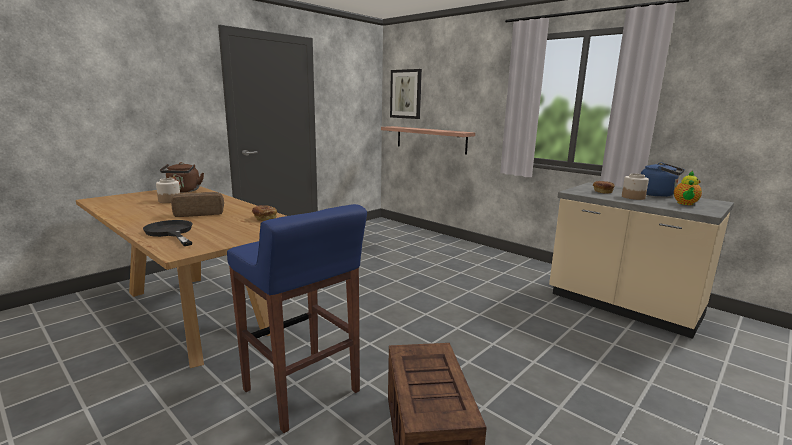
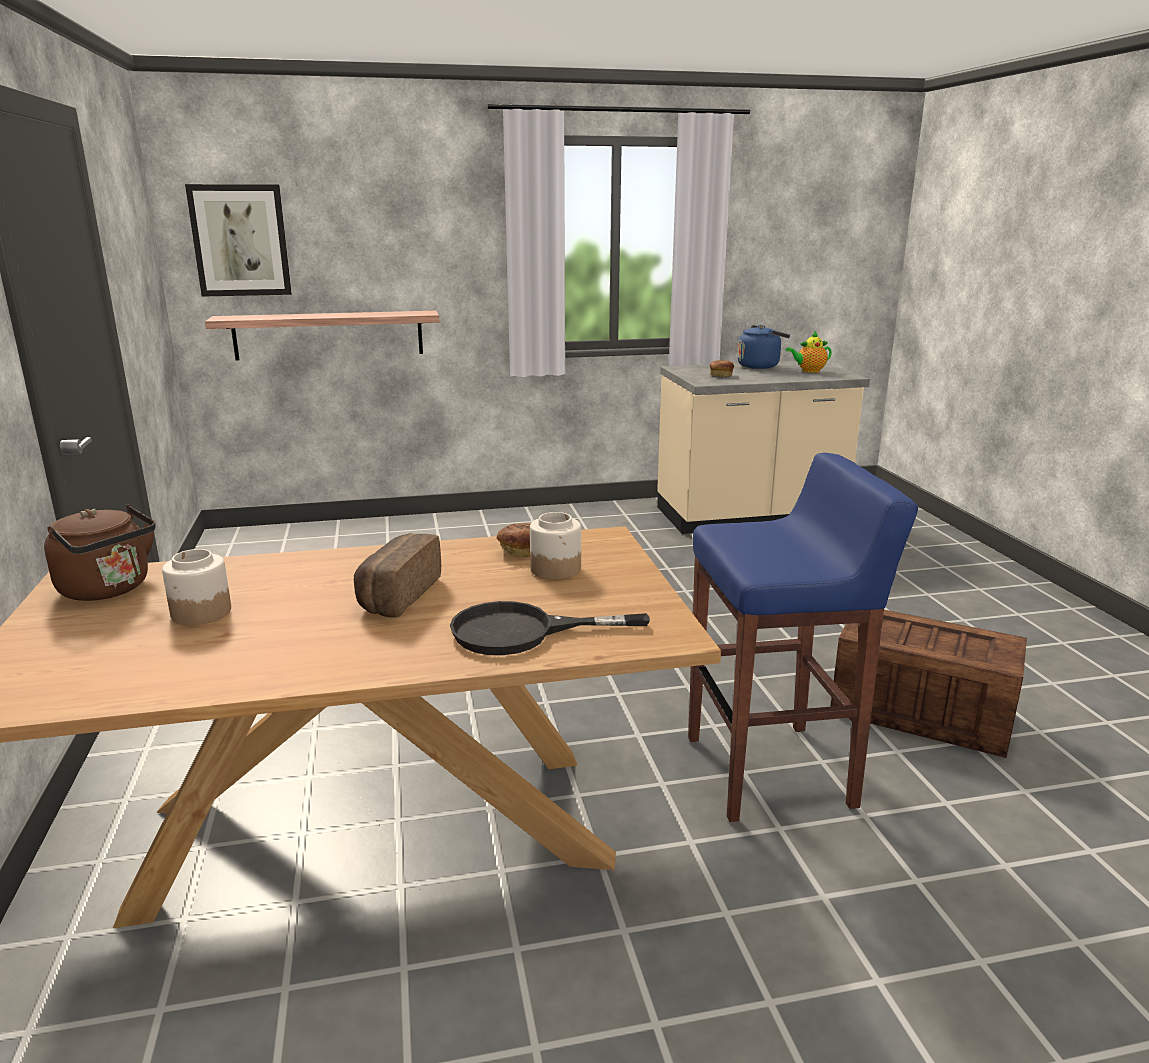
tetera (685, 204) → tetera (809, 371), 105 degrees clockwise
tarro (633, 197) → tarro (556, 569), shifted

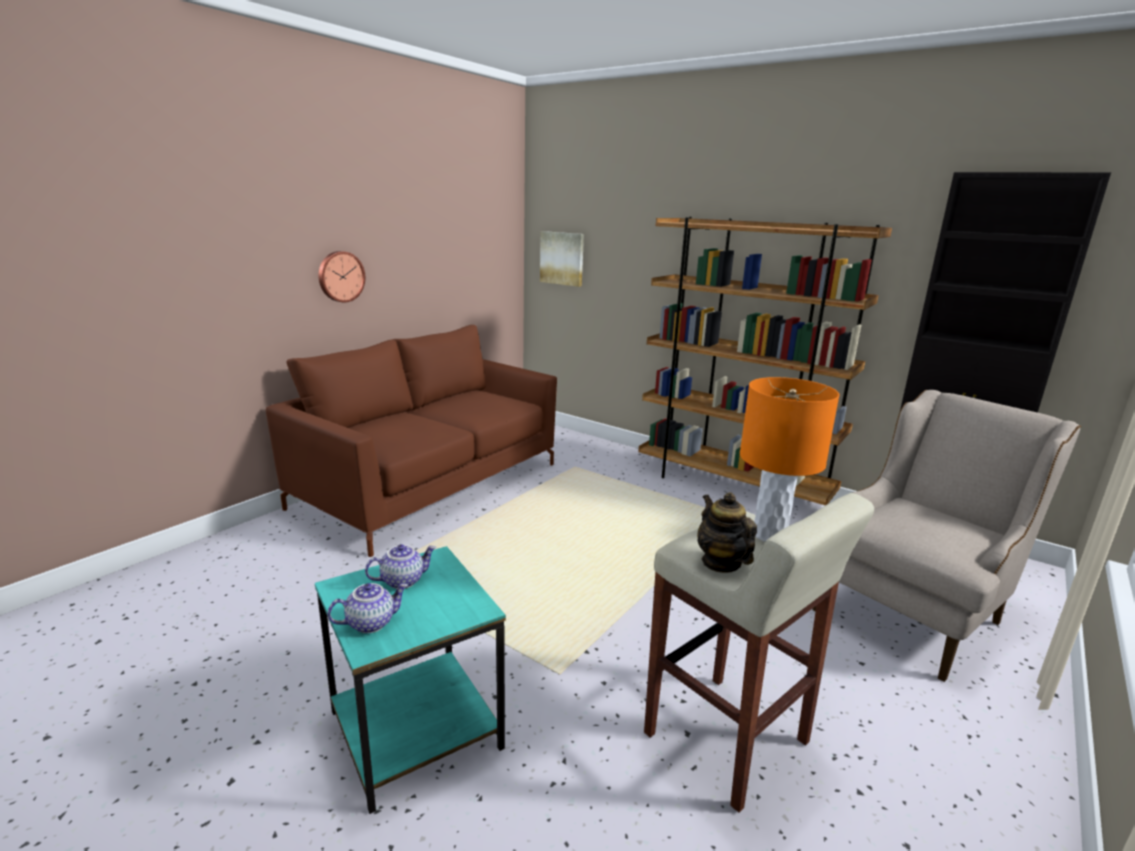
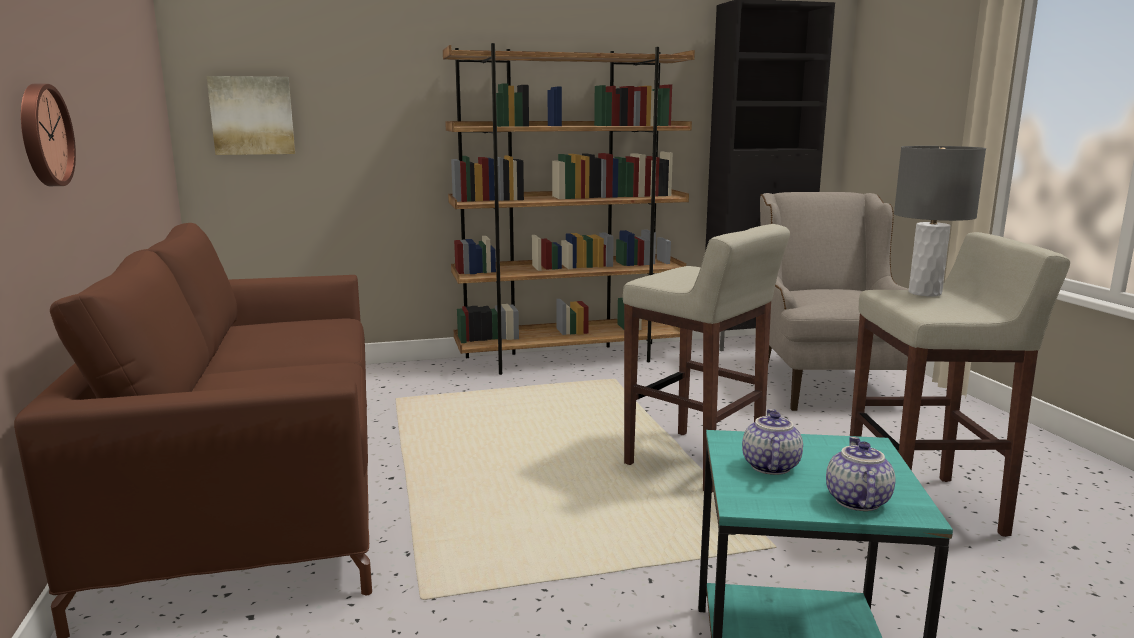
lámpara de mesa/naranja (769, 535) → lámpara de mesa/gris (924, 293)
tetera (721, 563) → -
- → taburete/beis (696, 462)

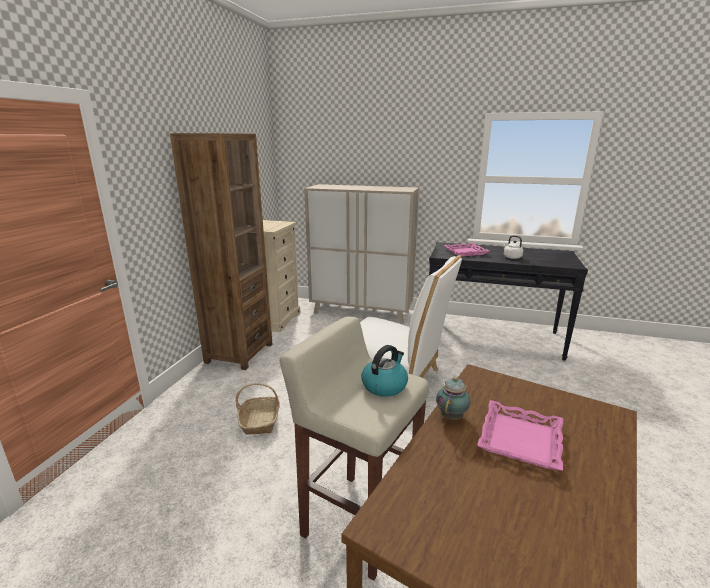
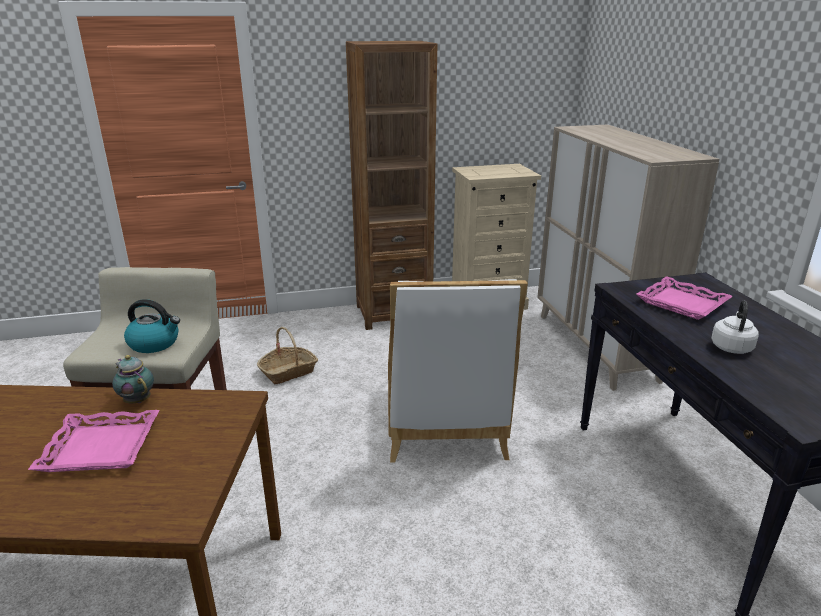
tetera (452, 416) → tetera (137, 400), 135 degrees counterclockwise

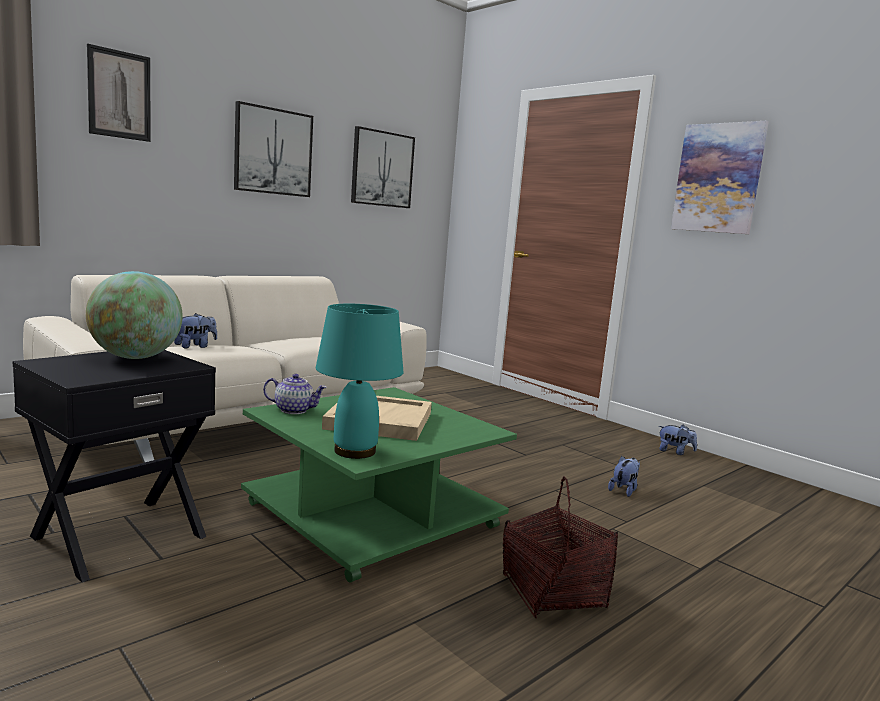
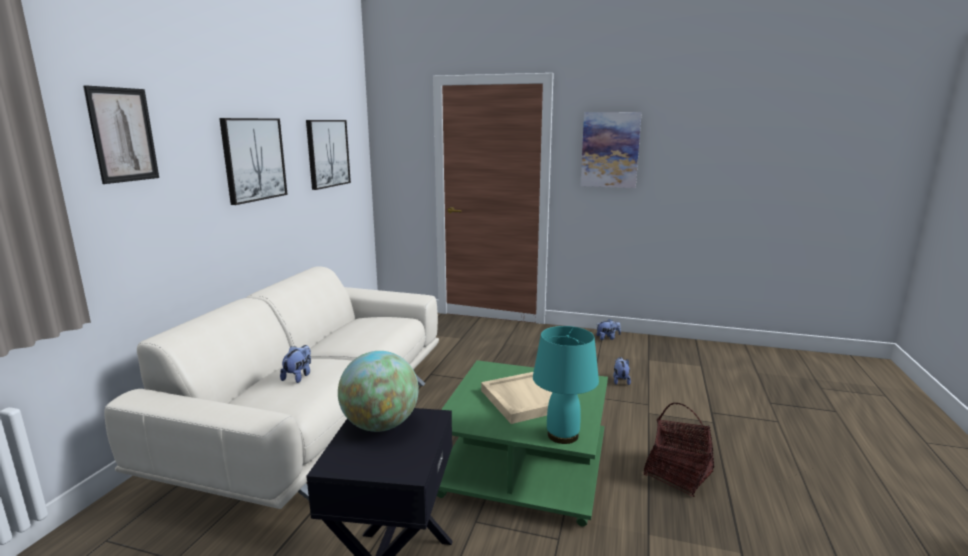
tetera (294, 410) → -

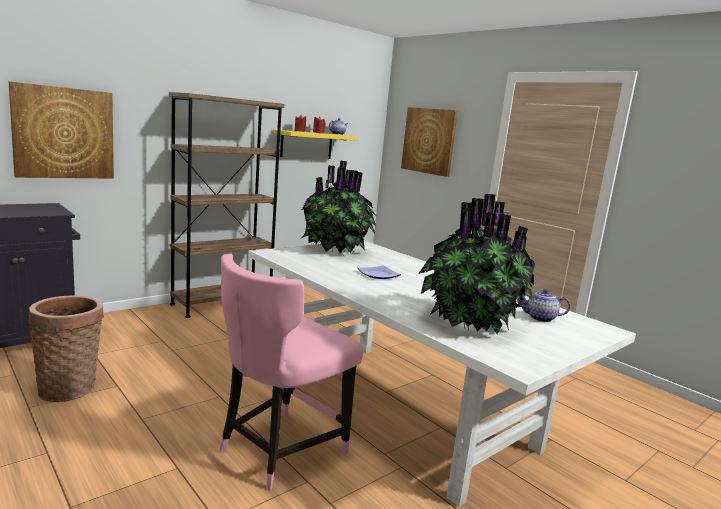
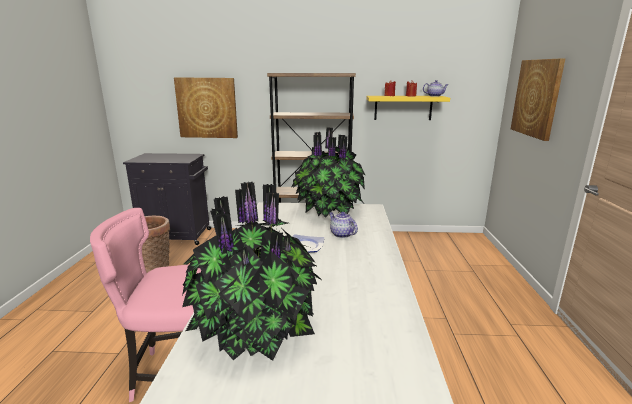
tetera (540, 318) → tetera (341, 234), shifted

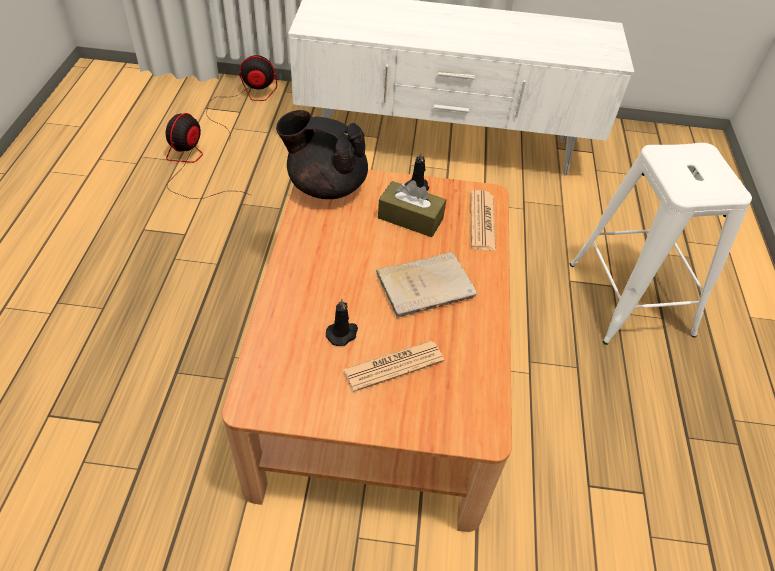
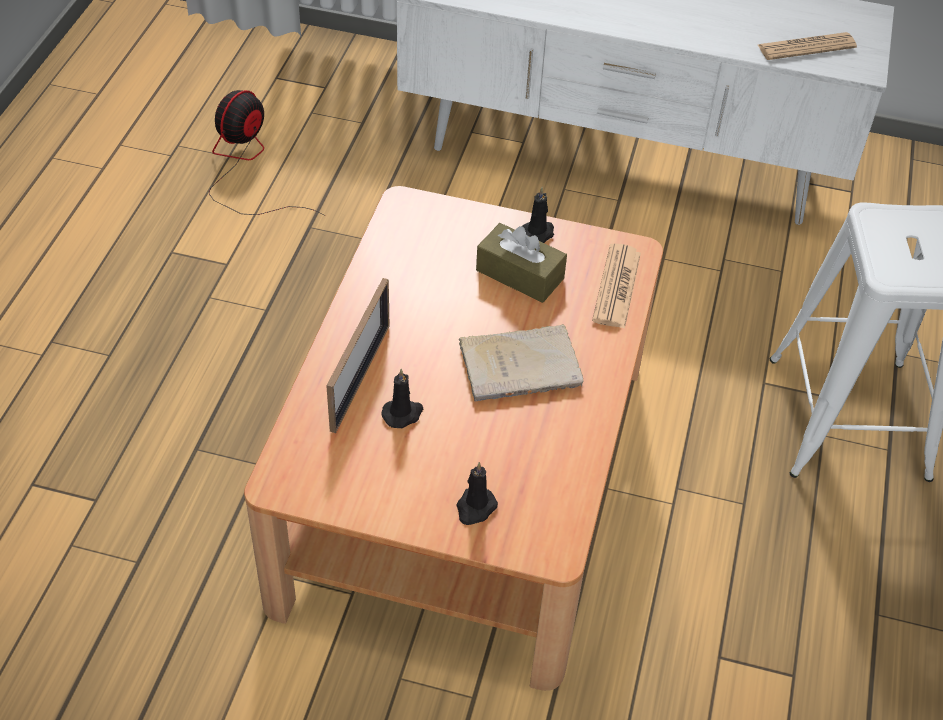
ventilador (245, 101) → -
tetera/negro (325, 185) → -
periódico (393, 366) → periódico (806, 47), shifted
- → portarretratos (360, 377)
- → vela/negro (475, 508)

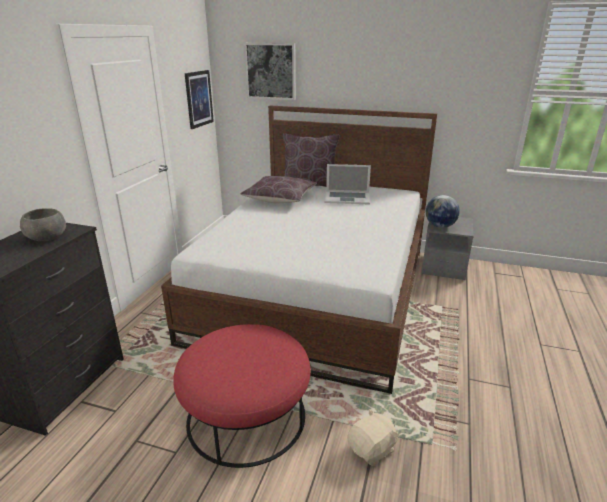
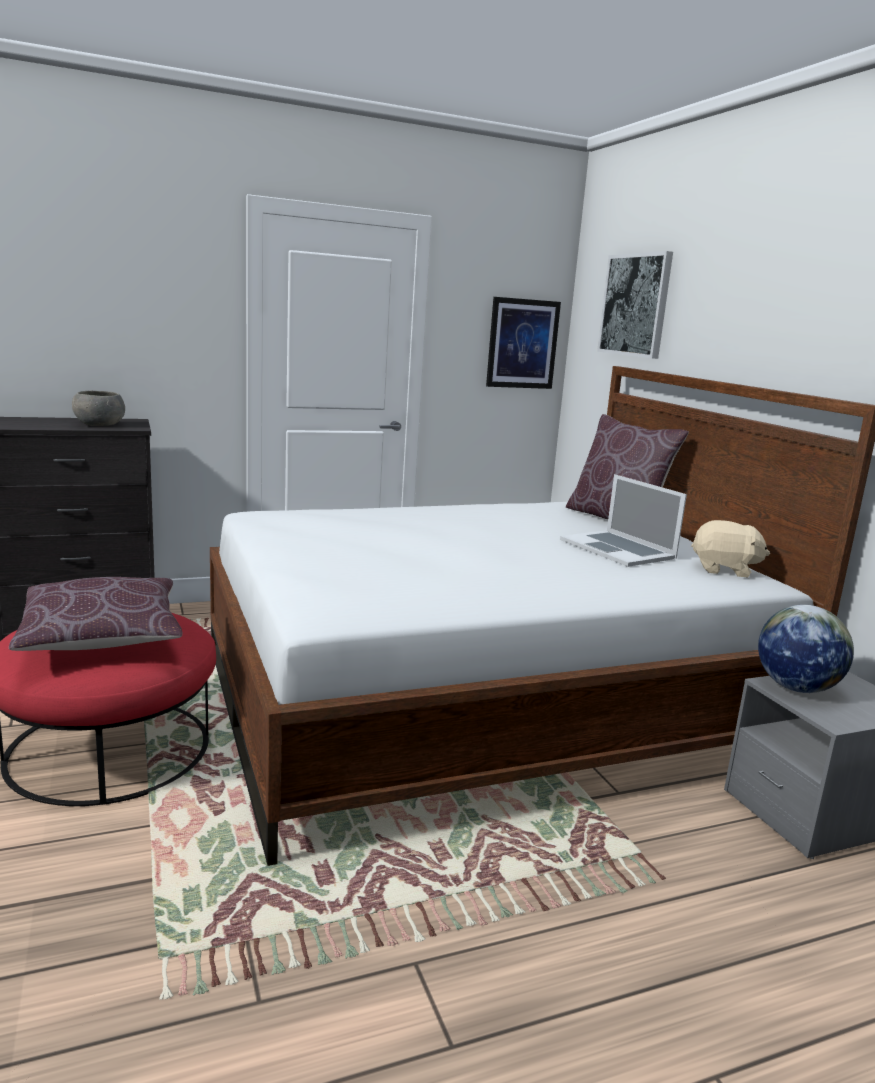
cojín/marrón (280, 198) → cojín/marrón (102, 636), shifted
peluche/beis (372, 449) → peluche/beis (724, 570), shifted

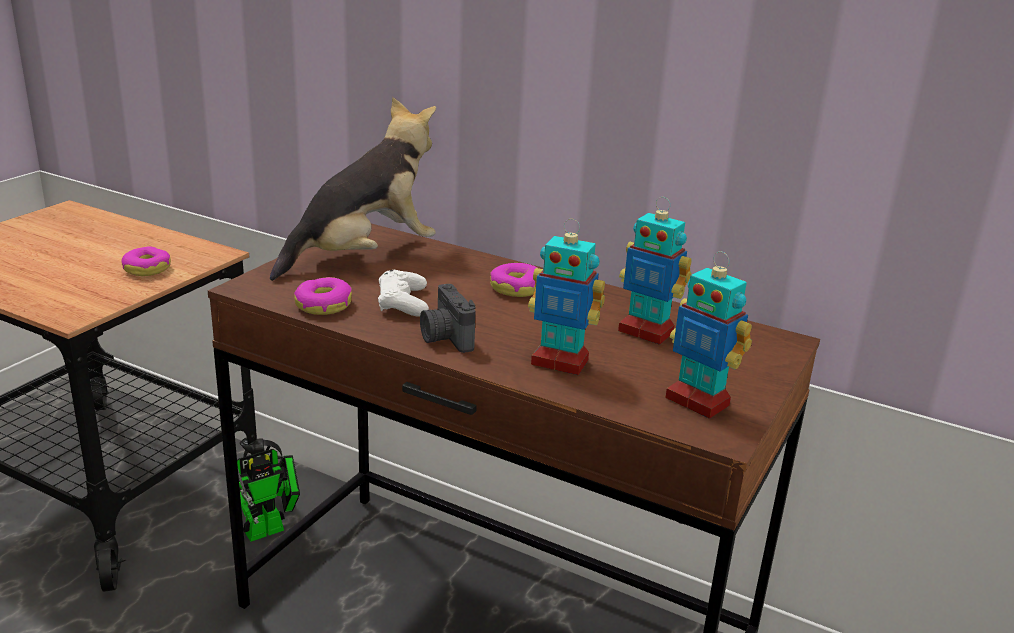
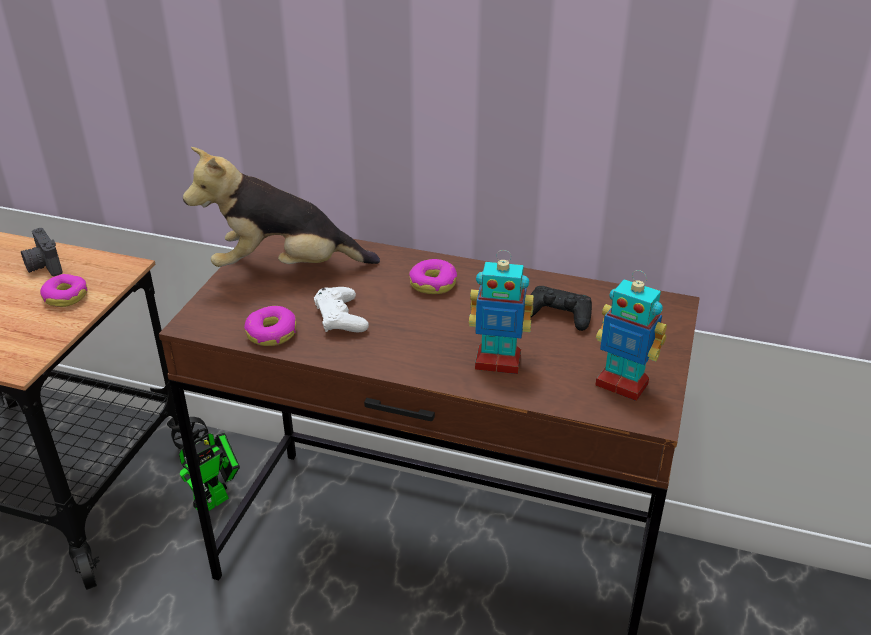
peluche (364, 256) → peluche (284, 268), 135 degrees counterclockwise
robot de juguete (646, 332) → mando de consola/negro (558, 315)
cámara (445, 338) → cámara (43, 266), shifted

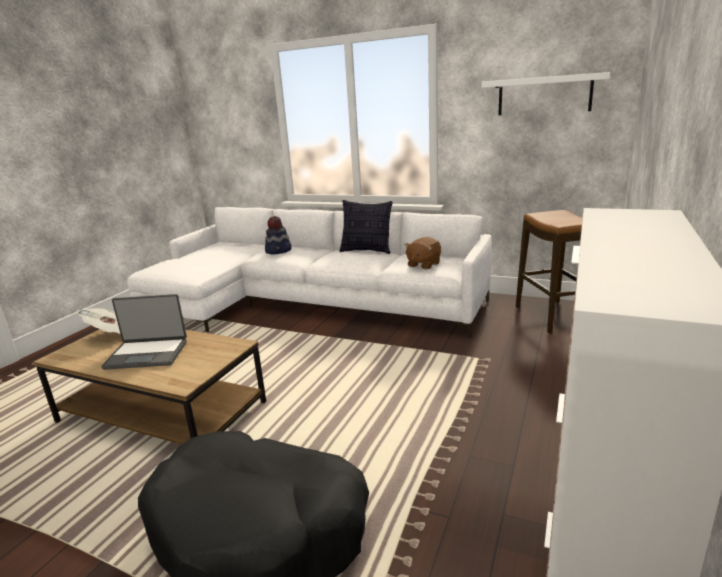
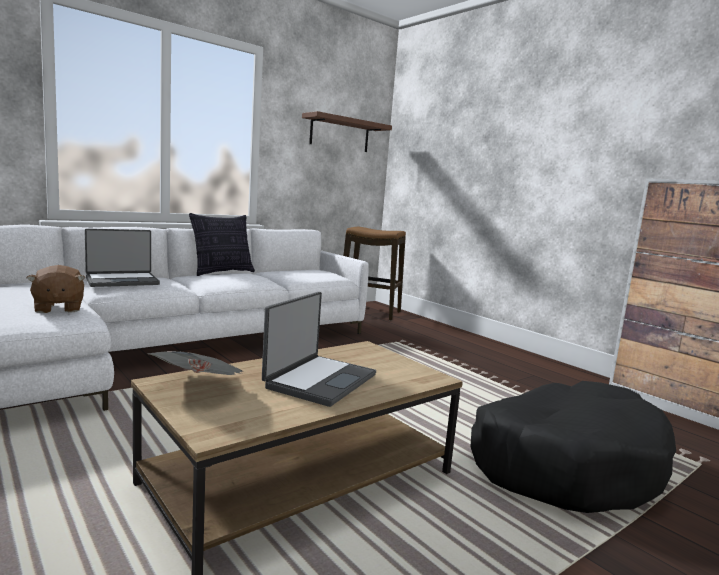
estante/blanco (544, 95) → estante/marrón (340, 134)
sombrero (279, 251) → portátil (122, 281)
peluche/marrón (423, 265) → peluche/marrón (58, 308), shifted

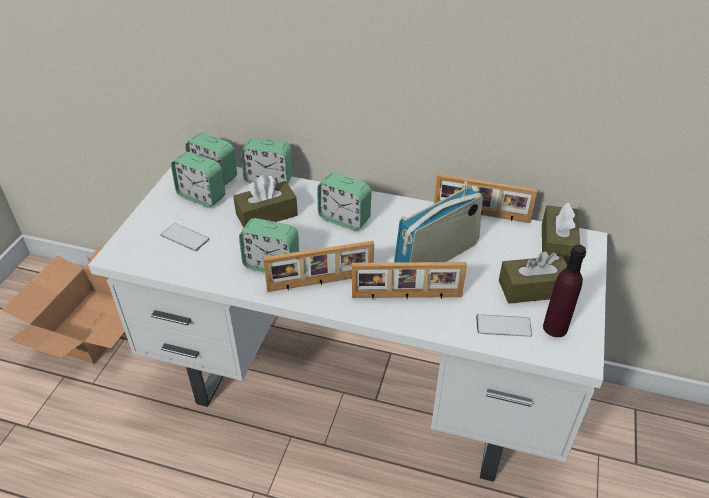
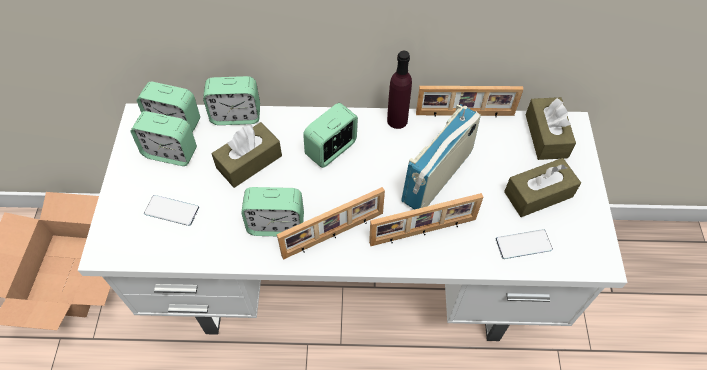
despertador (344, 219) → despertador (331, 149), 120 degrees clockwise
botella/morado (555, 328) → botella/morado (397, 120), shifted

